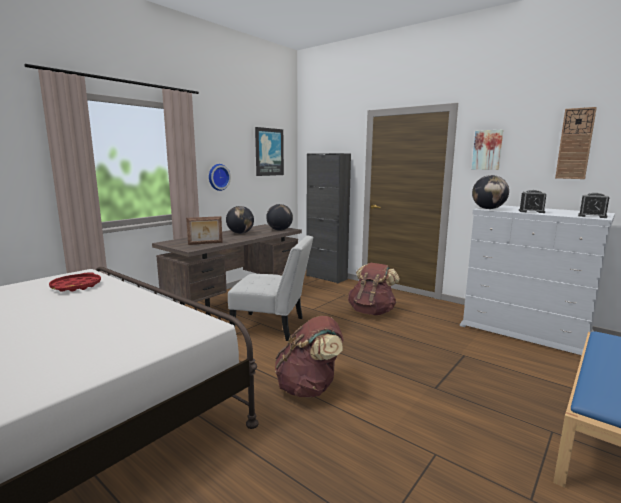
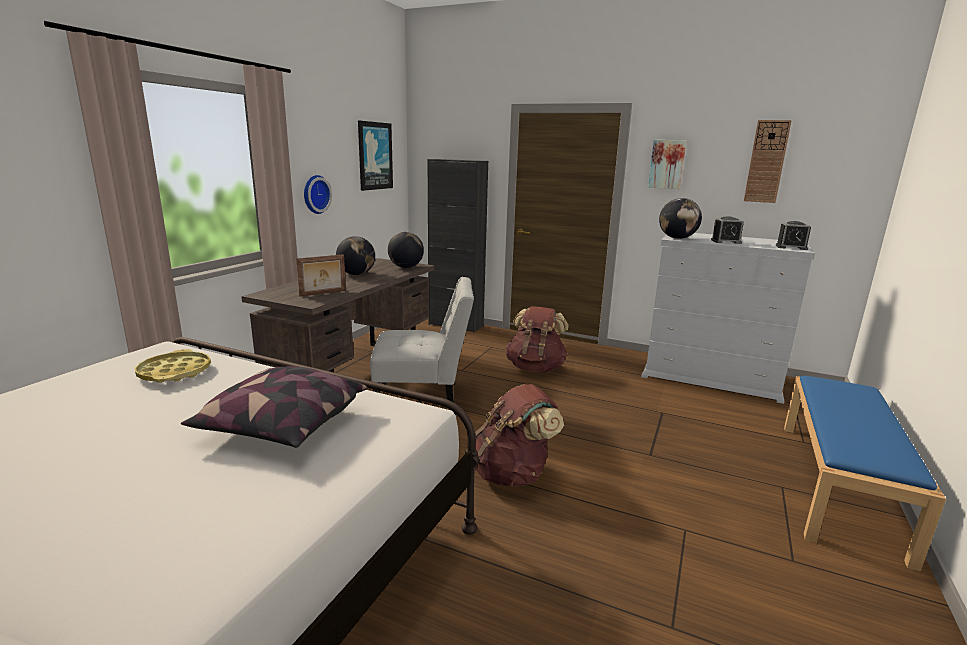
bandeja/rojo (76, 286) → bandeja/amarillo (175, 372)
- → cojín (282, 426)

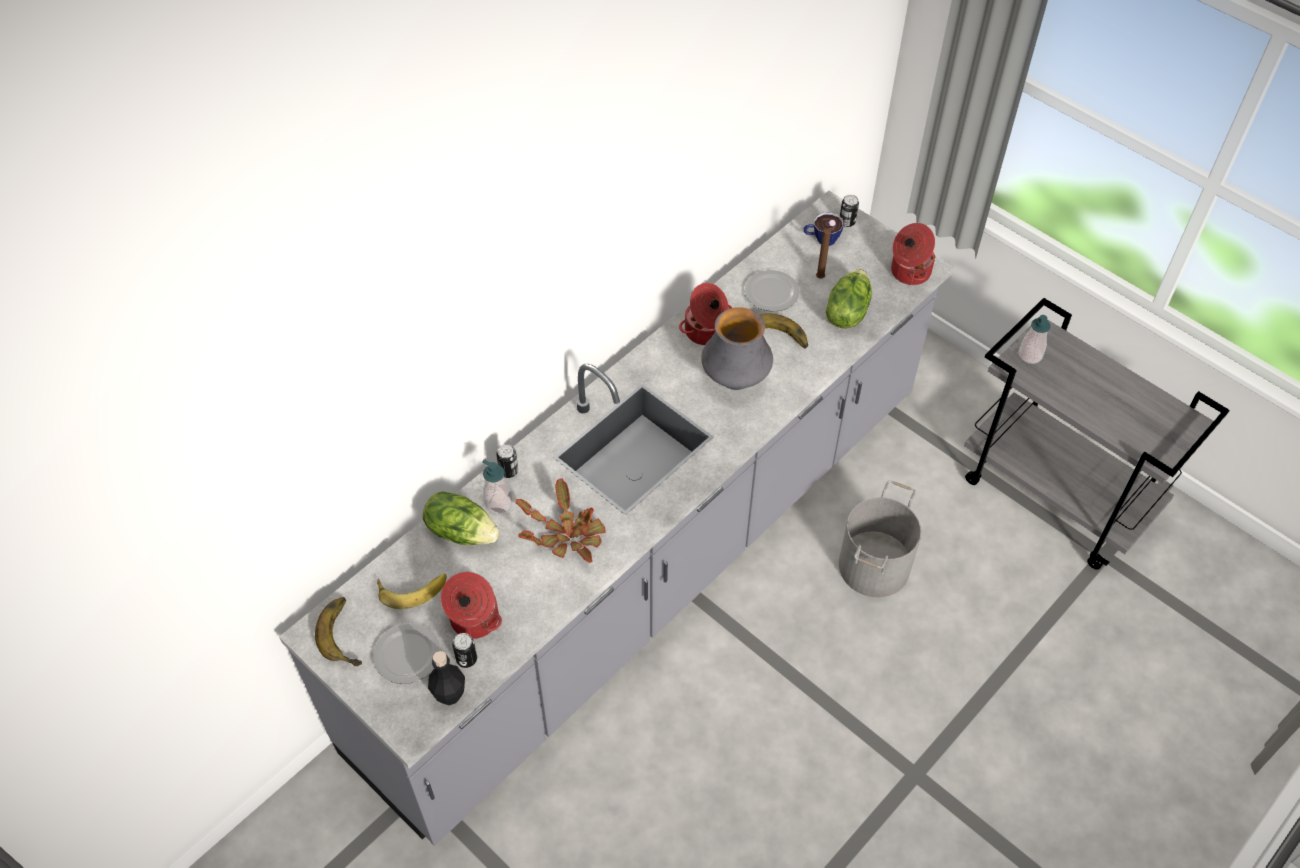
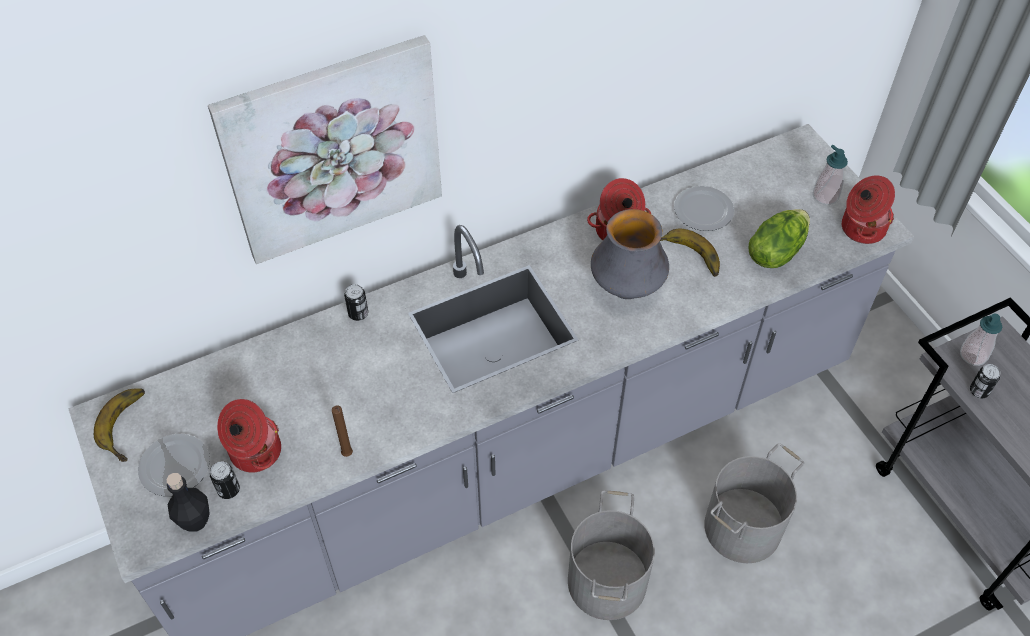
lata (847, 222) → lata (979, 391), shifted
taza (821, 239) → -
vela/marrón (821, 278) → vela/marrón (348, 455), shifted
dispensador de jabón (498, 503) → dispensador de jabón (825, 196), shifted
planta en maceta (567, 535) → -
lechuga (462, 531) → -
plátano (412, 587) → -
- → cuadro (333, 149)
- → cubo/gris (608, 582)

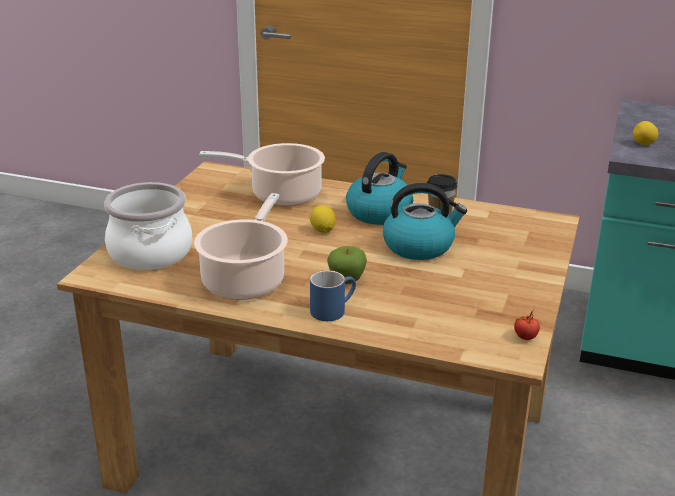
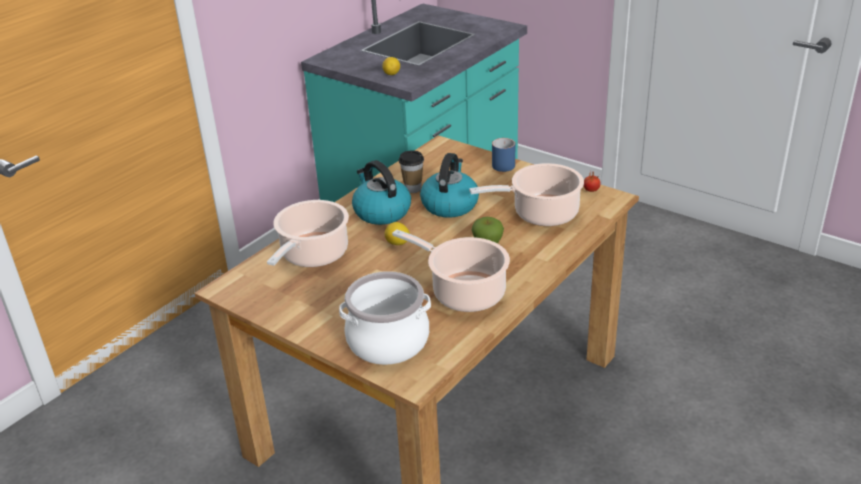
taza grande/azul (332, 309) → taza grande/azul (501, 164), shifted
- → olla (541, 214)

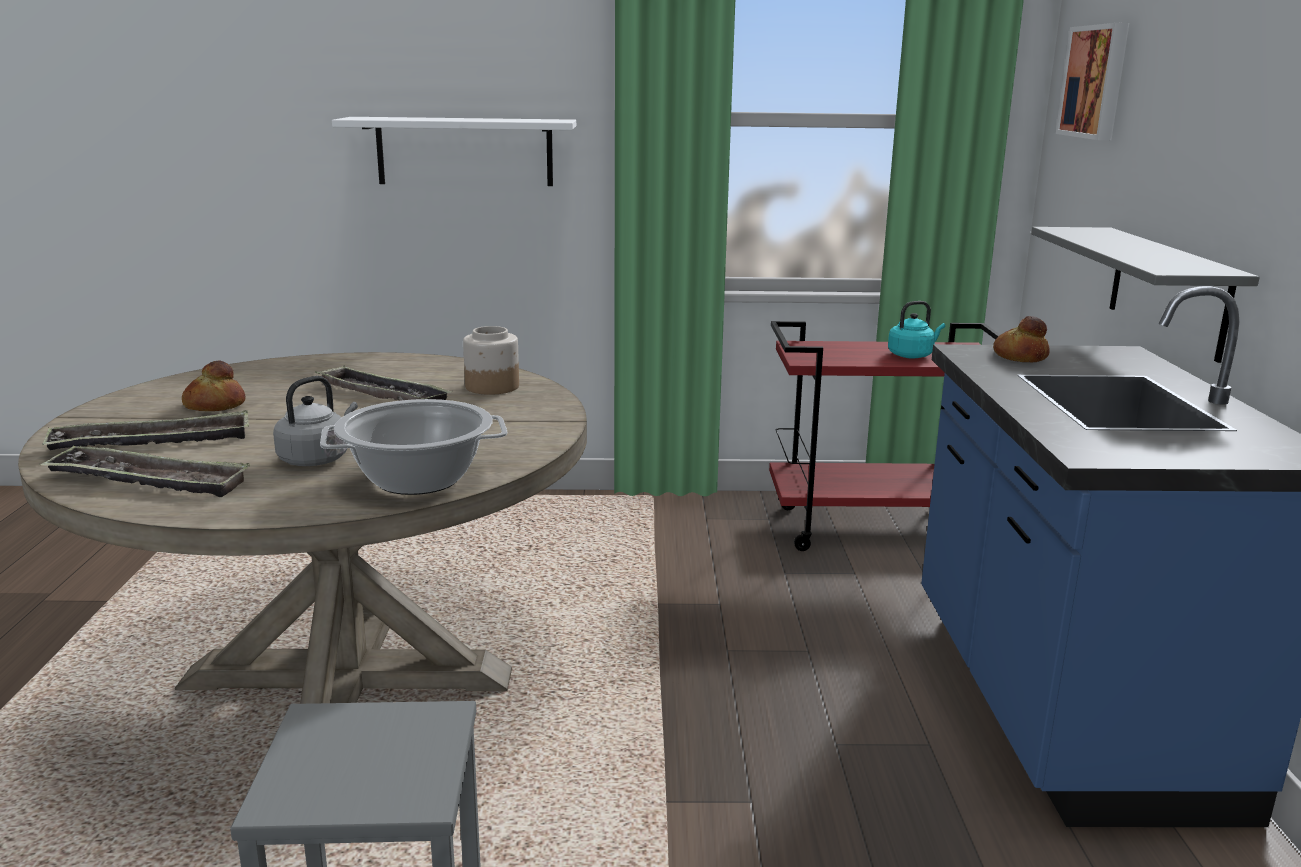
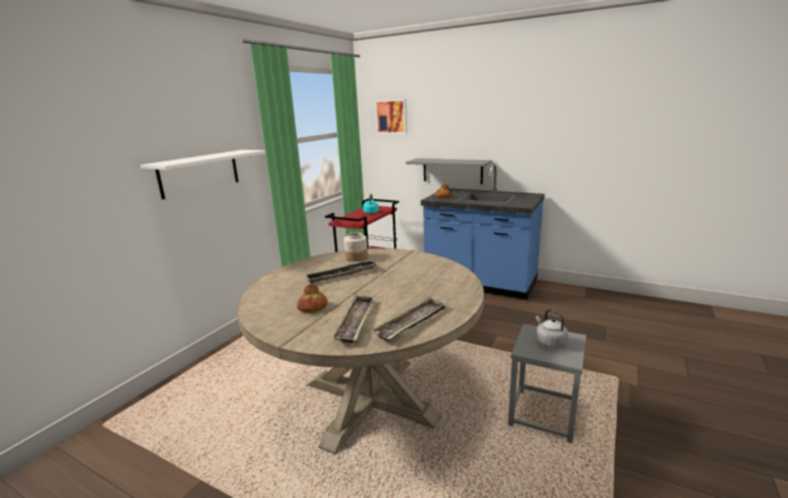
hervidor/gris (317, 459) → hervidor/gris (549, 342), shifted
olla (417, 480) → -

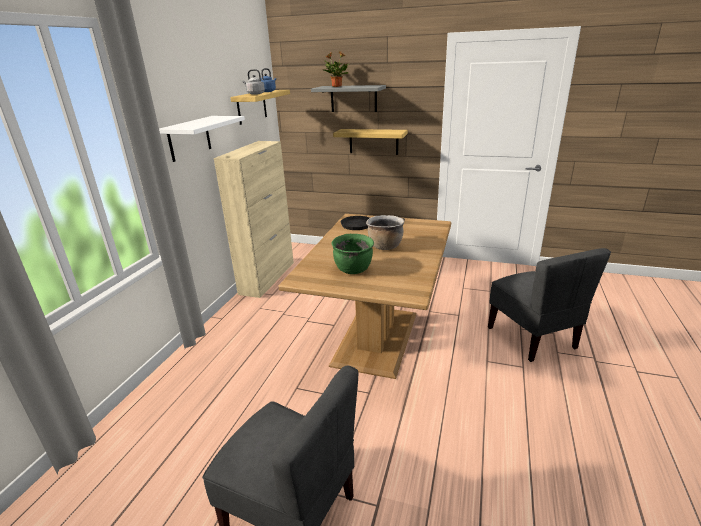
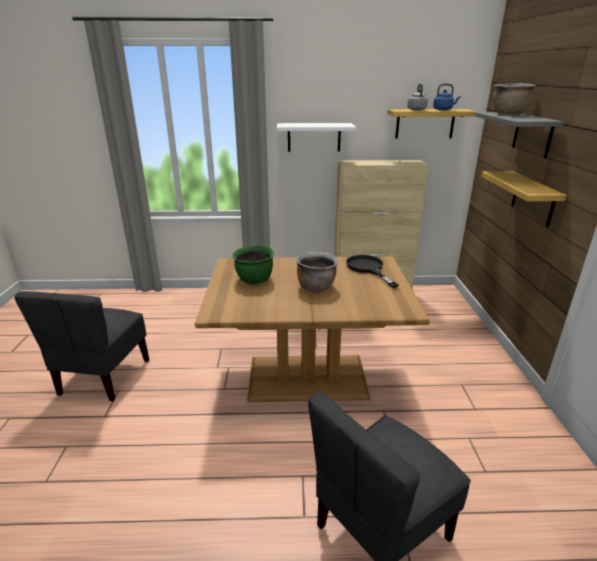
planta en maceta (336, 86) → olla/marrón (509, 114)

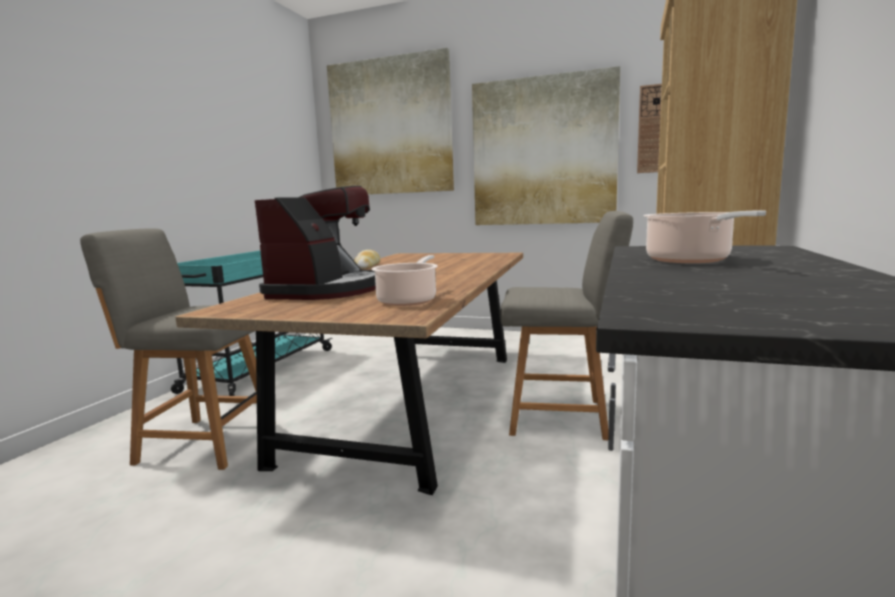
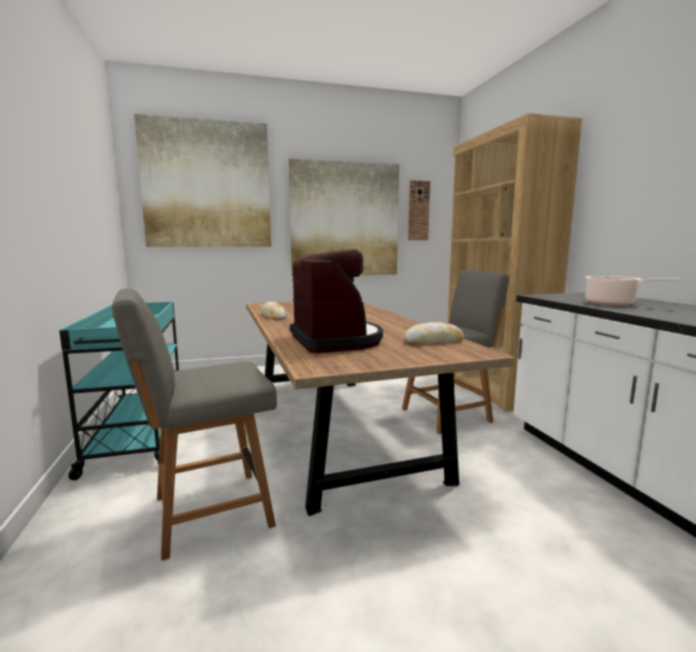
olla (408, 300) → pan (434, 342)

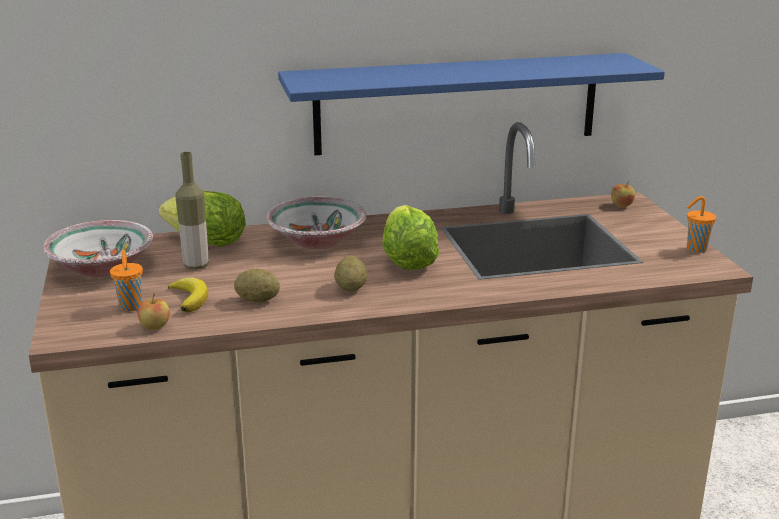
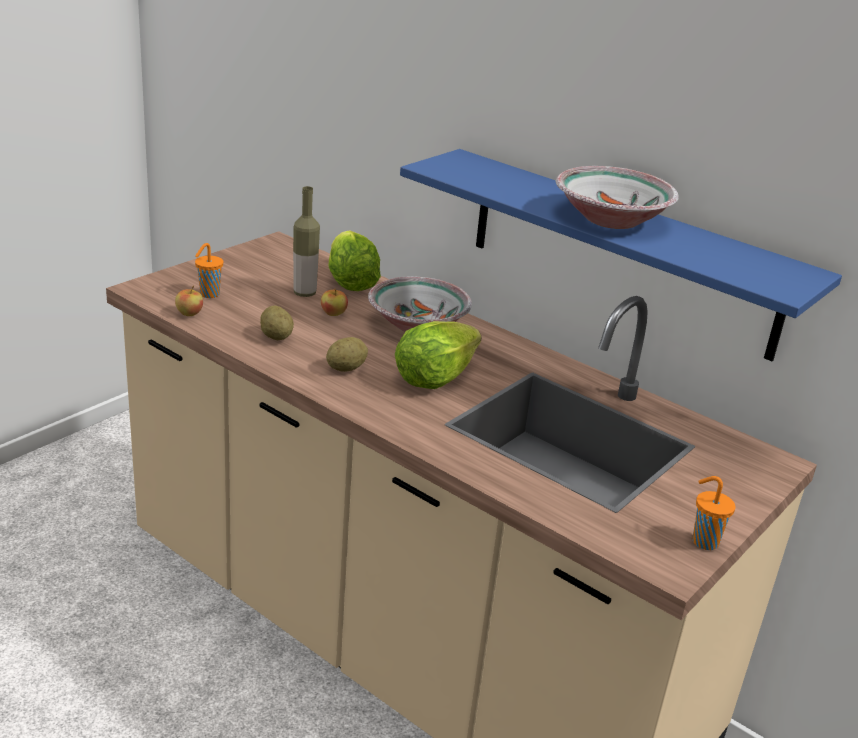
manzana (621, 205) → manzana (333, 314), shifted
cuenco (101, 268) → cuenco (610, 219), shifted
plátano (190, 298) → -

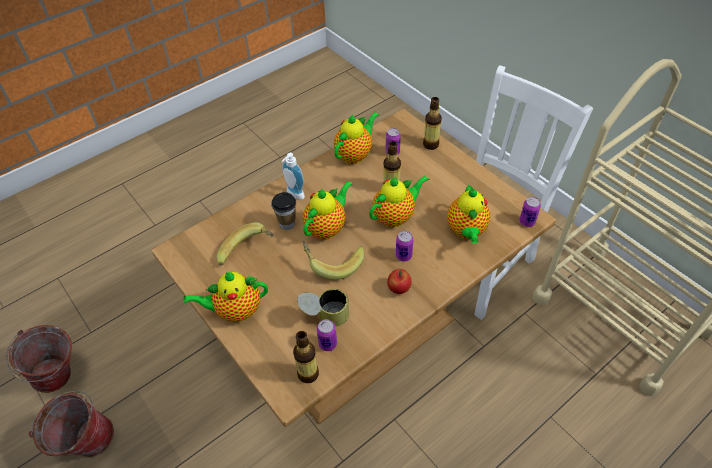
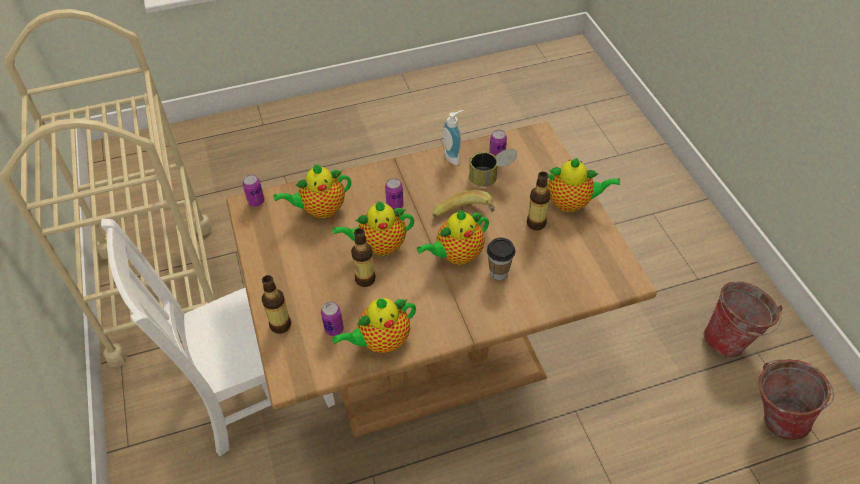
dispensador de jabón (293, 195) → dispensador de jabón (454, 156), shifted
tetera (466, 232) → tetera (320, 209), 135 degrees counterclockwise
plátano (248, 253) → -
manzana (399, 289) → -
botella (308, 374) → botella (536, 223), shifted

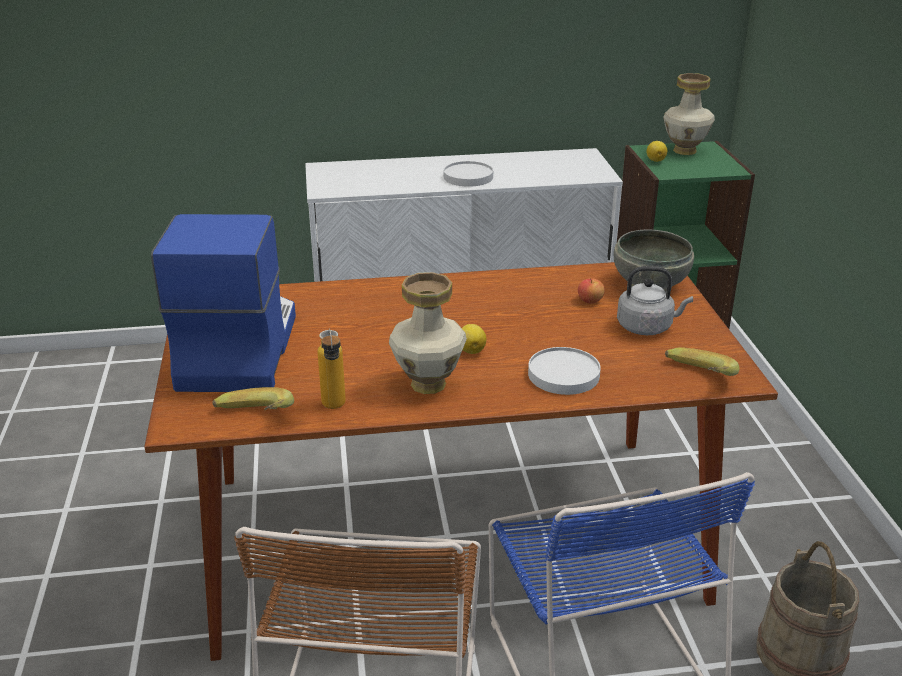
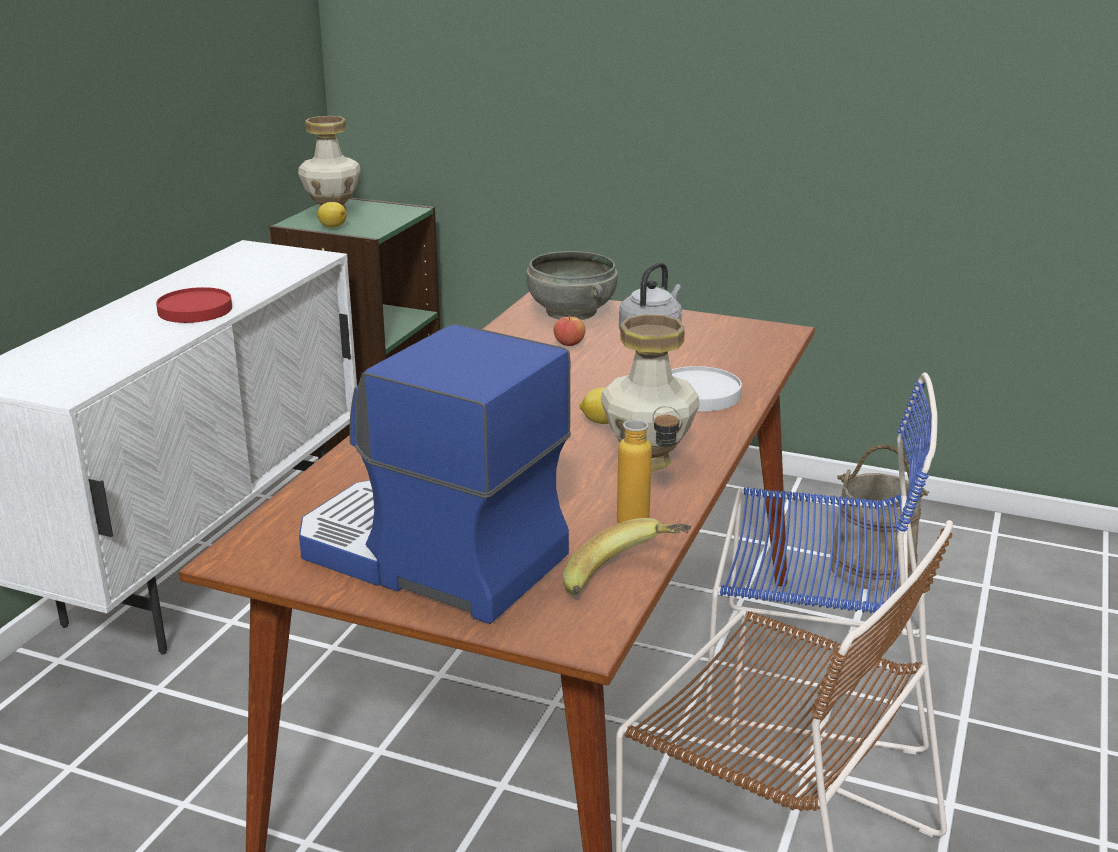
plato/blanco (468, 177) → plato/rojo (195, 309)
plátano (696, 380) → -

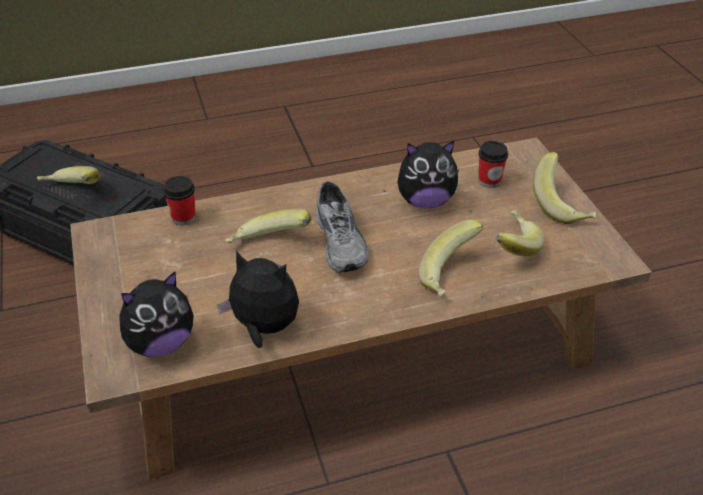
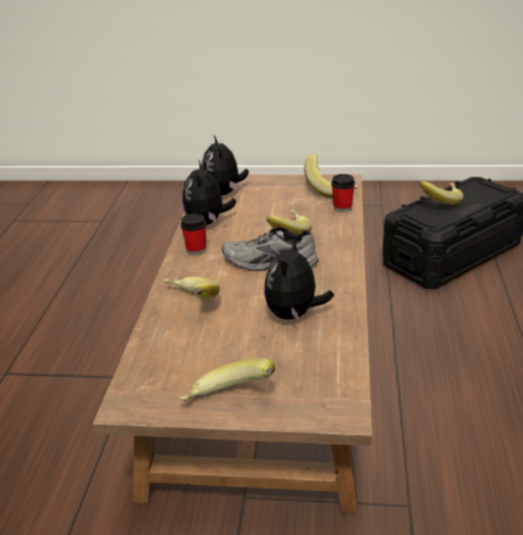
taza (489, 181) → taza (196, 250), shifted
plátano (511, 247) → plátano (330, 189), shifted
peluche (264, 328) → peluche (207, 222), 135 degrees clockwise

